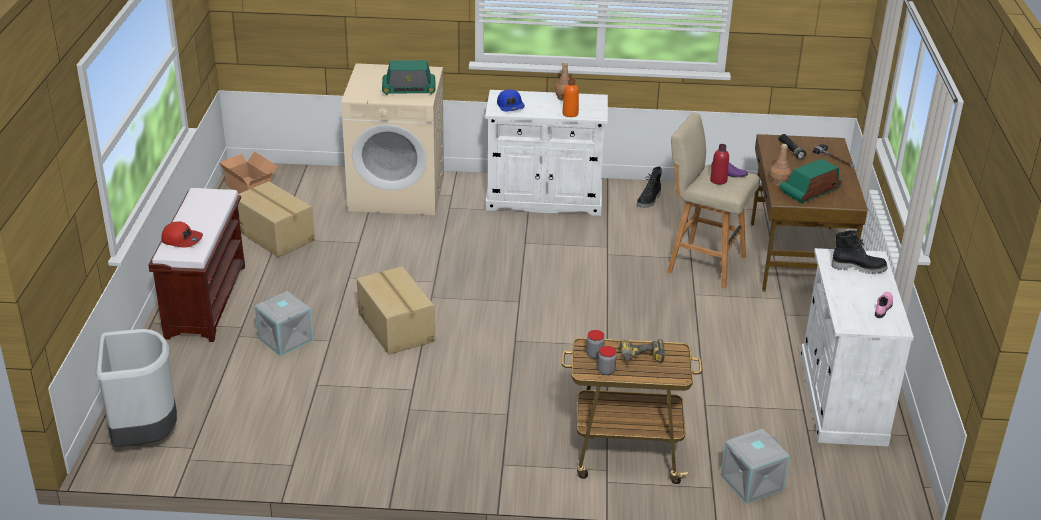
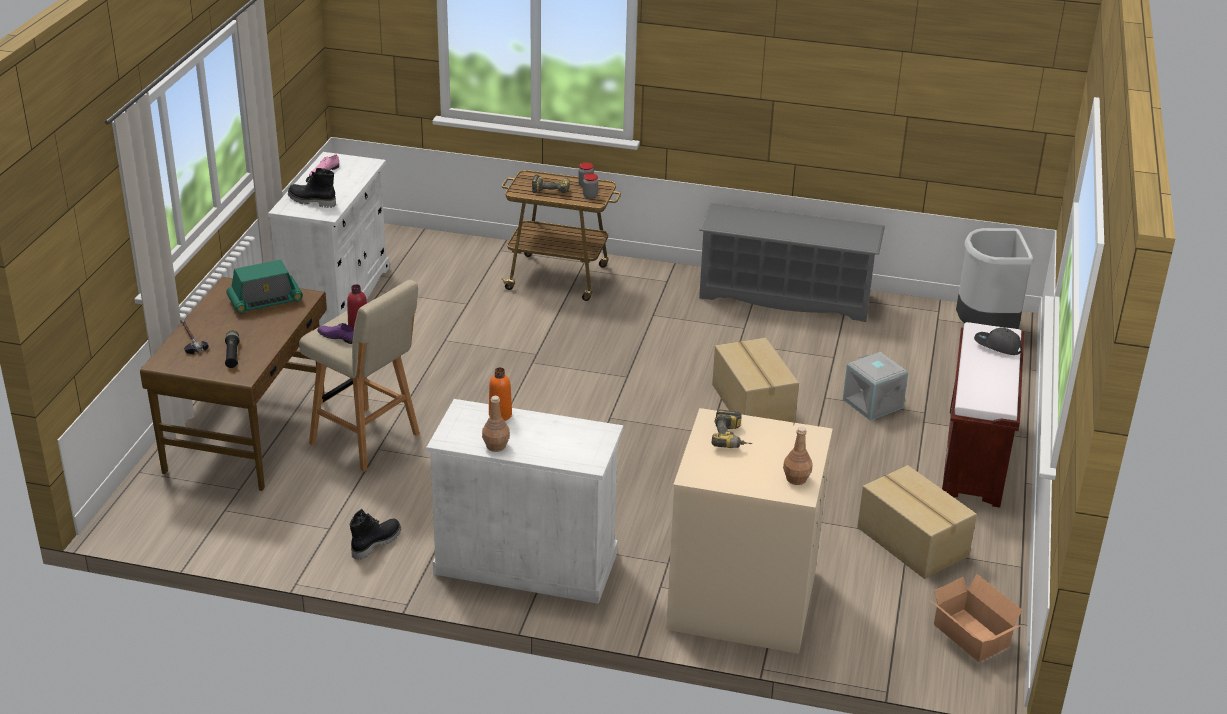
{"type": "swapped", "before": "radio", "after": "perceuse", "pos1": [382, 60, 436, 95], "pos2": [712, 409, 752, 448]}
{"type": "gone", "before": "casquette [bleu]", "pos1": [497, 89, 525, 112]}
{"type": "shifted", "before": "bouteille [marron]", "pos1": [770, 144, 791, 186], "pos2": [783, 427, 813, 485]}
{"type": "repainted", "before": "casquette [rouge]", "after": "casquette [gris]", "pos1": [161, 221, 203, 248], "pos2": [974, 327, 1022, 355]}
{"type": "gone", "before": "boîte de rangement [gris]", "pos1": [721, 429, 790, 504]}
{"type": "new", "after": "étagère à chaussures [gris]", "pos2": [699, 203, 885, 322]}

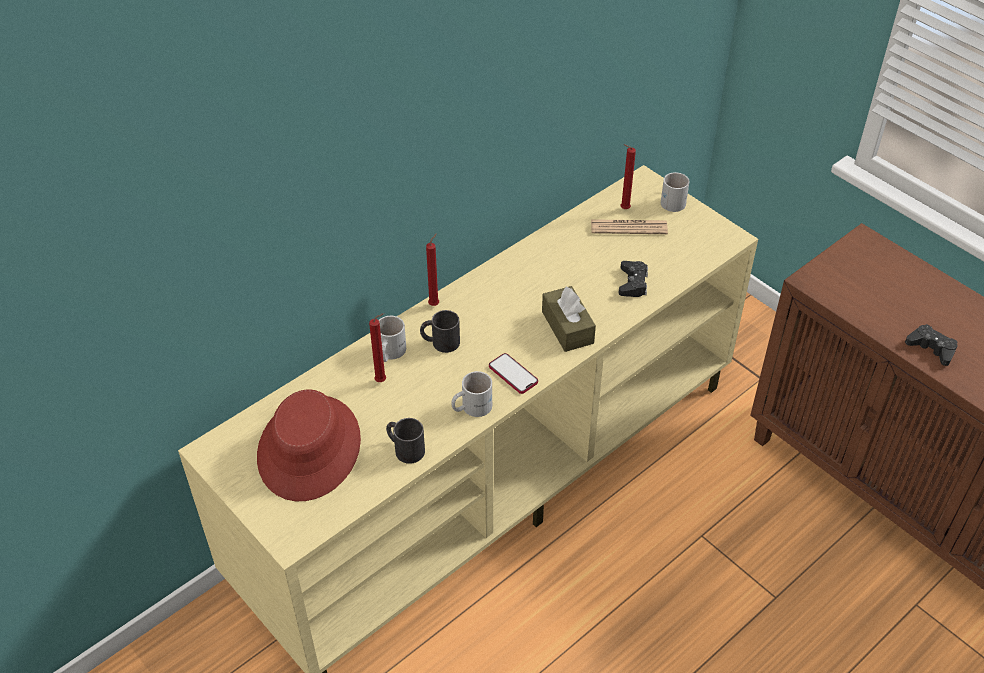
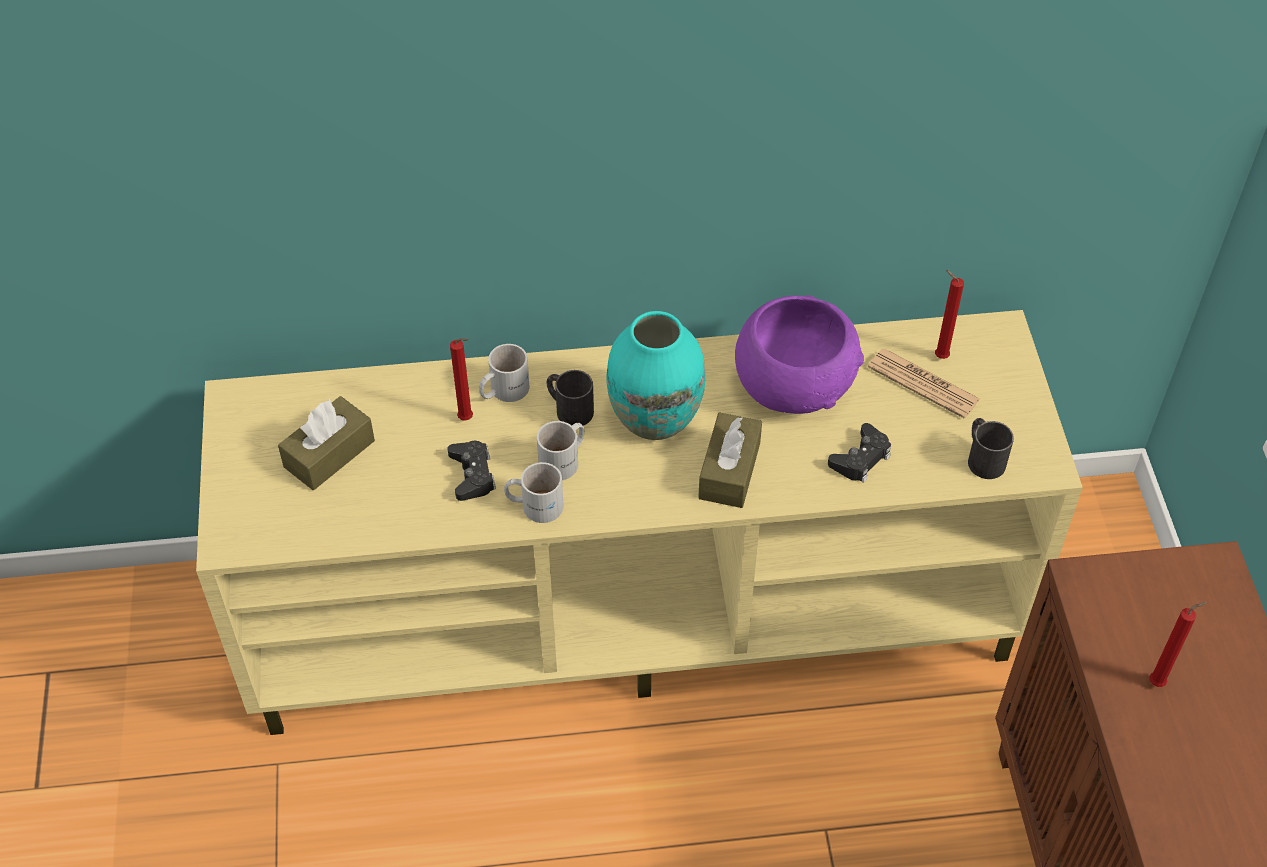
{"type": "shifted", "before": "mug [blanc]", "pos1": [661, 172, 690, 212], "pos2": [537, 421, 584, 480]}
{"type": "shifted", "before": "bougie [rouge]", "pos1": [426, 233, 439, 306], "pos2": [1149, 602, 1207, 687]}
{"type": "shifted", "before": "manette [noir]", "pos1": [905, 324, 958, 366], "pos2": [448, 441, 496, 501]}
{"type": "gone", "before": "téléphone", "pos1": [489, 353, 538, 394]}
{"type": "swapped", "before": "chapeau [rouge]", "after": "boîte à mouchoirs [marron]", "pos1": [257, 390, 361, 501], "pos2": [278, 396, 375, 490]}
{"type": "shifted", "before": "mug [noir]", "pos1": [386, 418, 425, 464], "pos2": [968, 418, 1014, 479]}
{"type": "new", "after": "bol [violet]", "pos2": [735, 295, 864, 414]}
{"type": "new", "after": "vase [turquoise]", "pos2": [606, 311, 705, 440]}

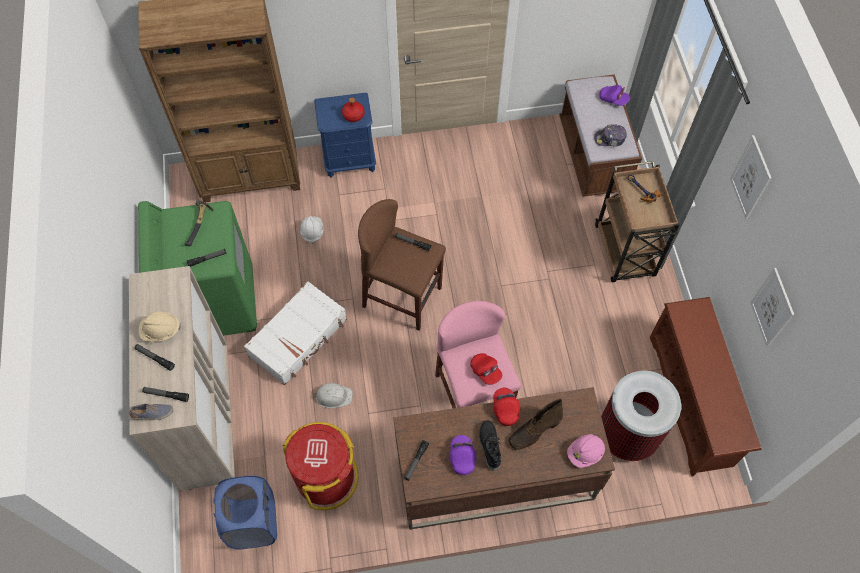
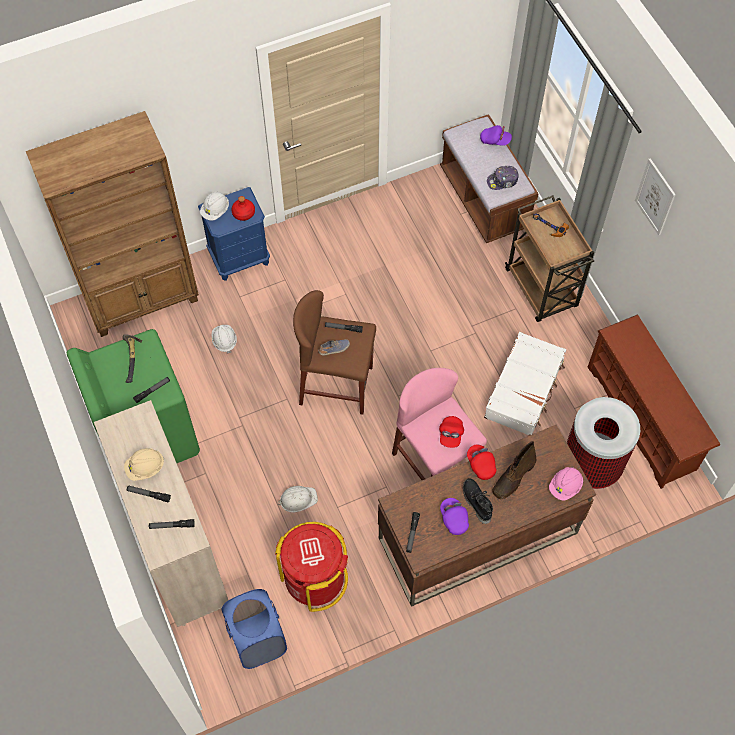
{"type": "gone", "before": "tableau", "pos1": [750, 268, 794, 347]}
{"type": "shifted", "before": "valise [blanc]", "pos1": [244, 281, 347, 385], "pos2": [484, 332, 566, 436]}
{"type": "rotated", "before": "casquette [rouge]", "pos1": [470, 353, 502, 385], "pos2": [439, 416, 464, 448], "turn": 60}
{"type": "shifted", "before": "chaussure", "pos1": [129, 404, 173, 420], "pos2": [318, 339, 350, 355]}
{"type": "new", "after": "casque de chantier [blanc]", "pos2": [200, 191, 229, 221]}

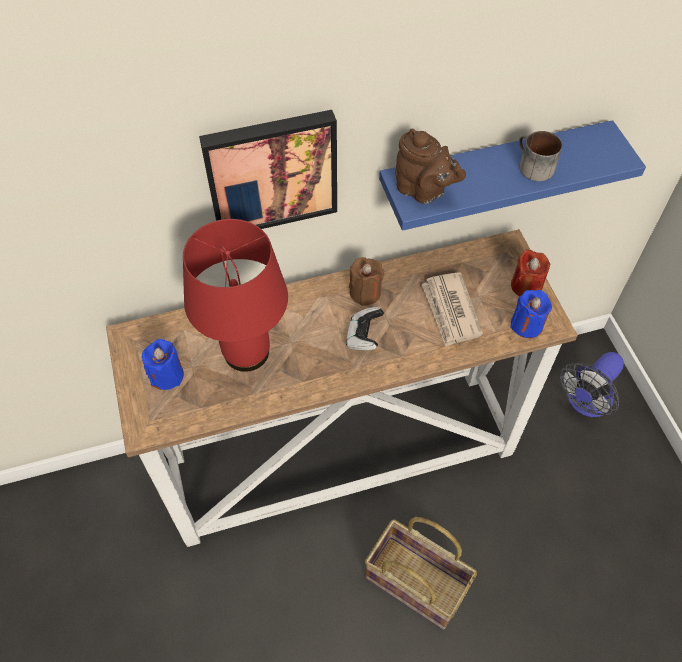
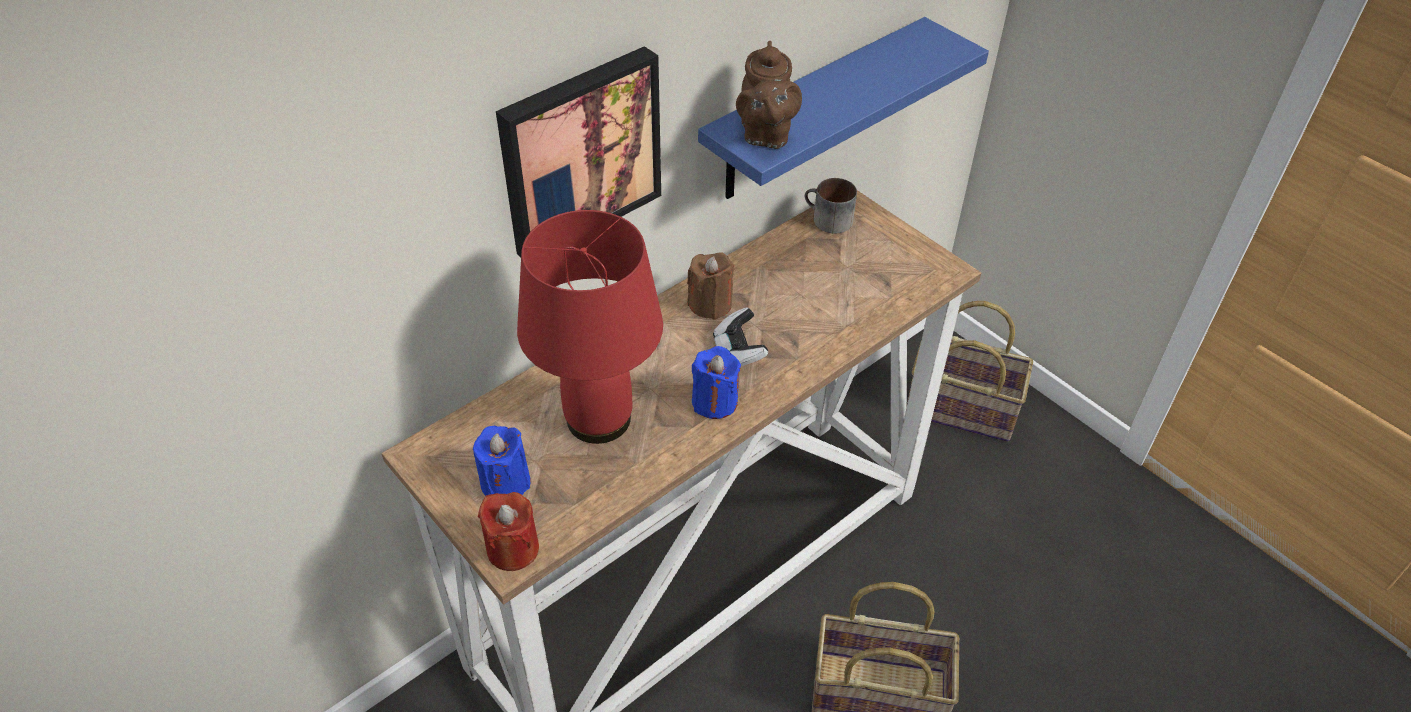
{"type": "rotated", "before": "théière [marron]", "pos1": [395, 128, 466, 204], "pos2": [736, 41, 802, 149], "turn": 75}
{"type": "shifted", "before": "mug", "pos1": [519, 131, 562, 181], "pos2": [805, 178, 857, 233]}
{"type": "shifted", "before": "bougie [rouge]", "pos1": [511, 249, 550, 296], "pos2": [478, 492, 539, 571]}
{"type": "gone", "before": "journal", "pos1": [422, 272, 483, 346]}
{"type": "shifted", "before": "bougie [bleu]", "pos1": [510, 290, 552, 338], "pos2": [692, 346, 741, 419]}
{"type": "swapped", "before": "ventilateur", "after": "panier", "pos1": [560, 352, 624, 417], "pos2": [907, 301, 1033, 442]}

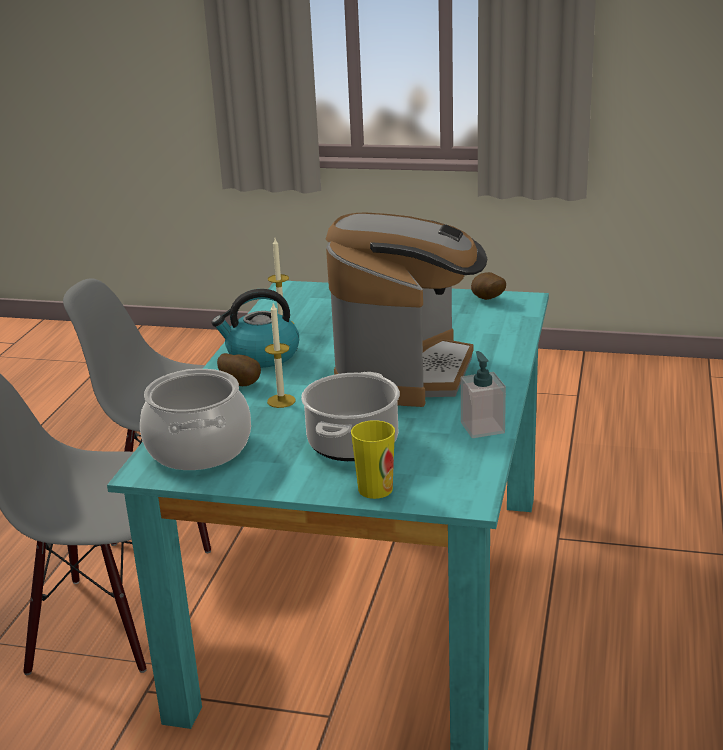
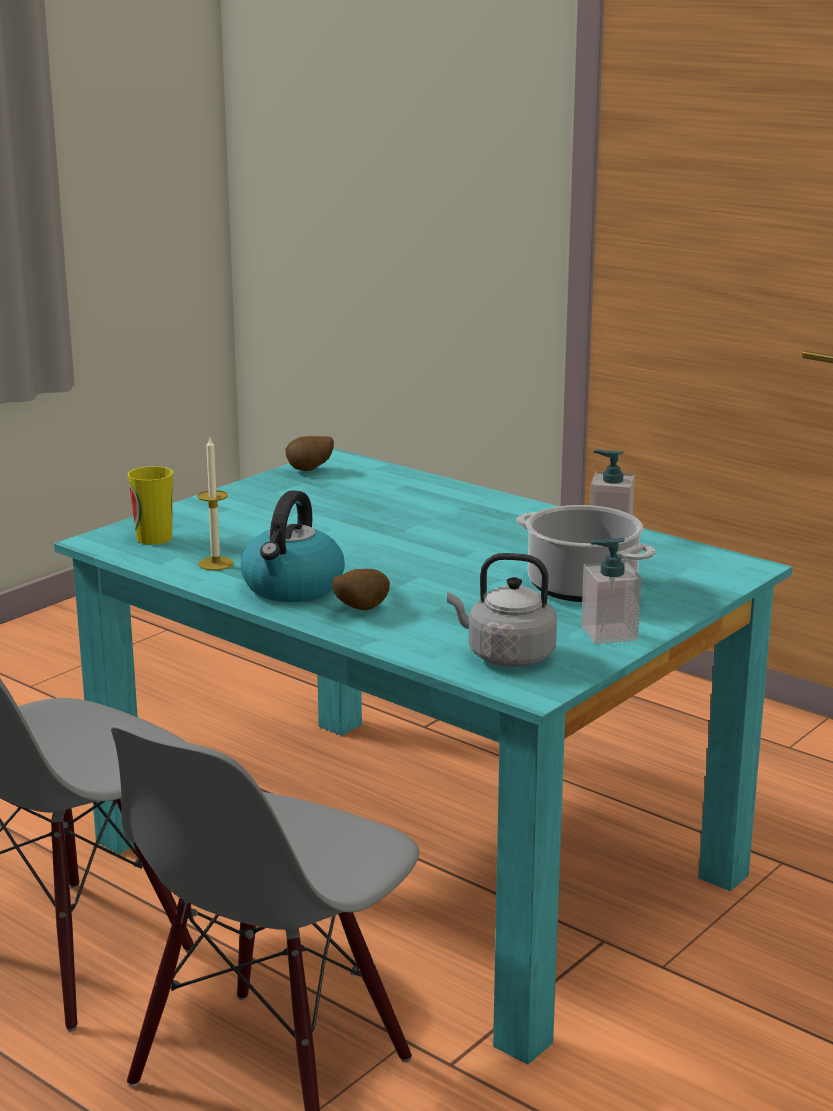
{"type": "gone", "before": "machine à café", "pos1": [326, 213, 488, 407]}
{"type": "gone", "before": "bougie", "pos1": [265, 303, 296, 408]}
{"type": "swapped", "before": "marmite", "after": "bouilloire [gris]", "pos1": [140, 369, 251, 470], "pos2": [447, 553, 557, 667]}
{"type": "shifted", "before": "tasse", "pos1": [351, 420, 395, 499], "pos2": [128, 466, 173, 545]}
{"type": "new", "after": "distributeur de savon", "pos2": [581, 538, 642, 644]}

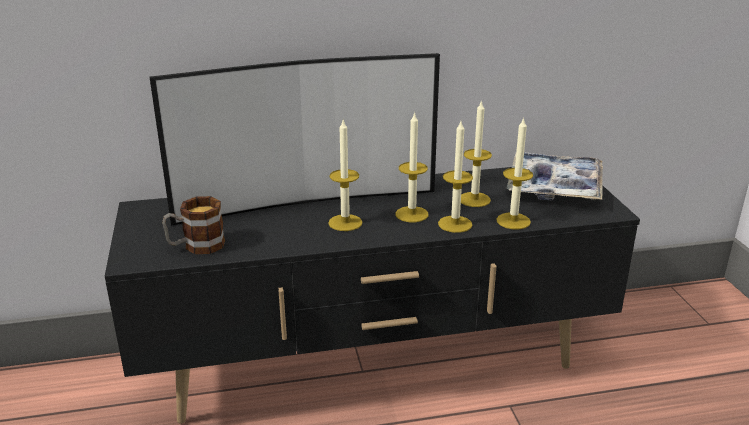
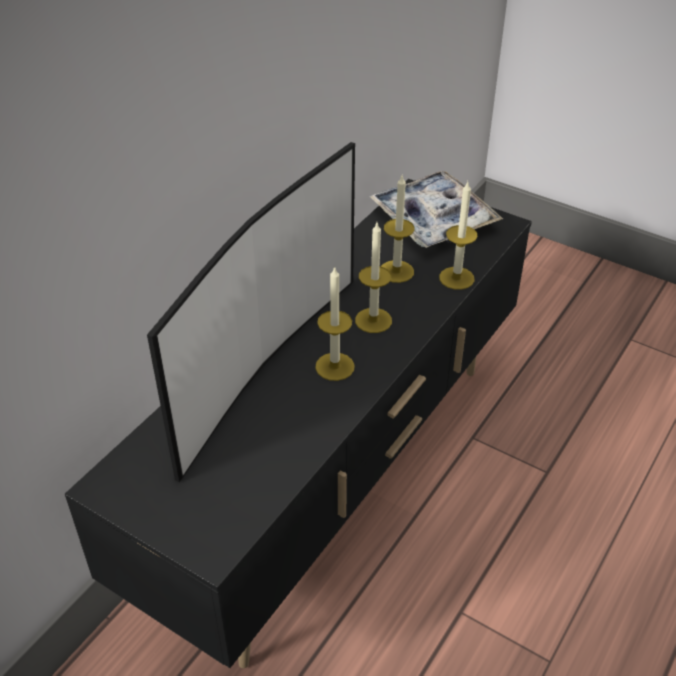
{"type": "gone", "before": "bougie", "pos1": [438, 121, 473, 233]}
{"type": "gone", "before": "mug", "pos1": [162, 196, 225, 254]}

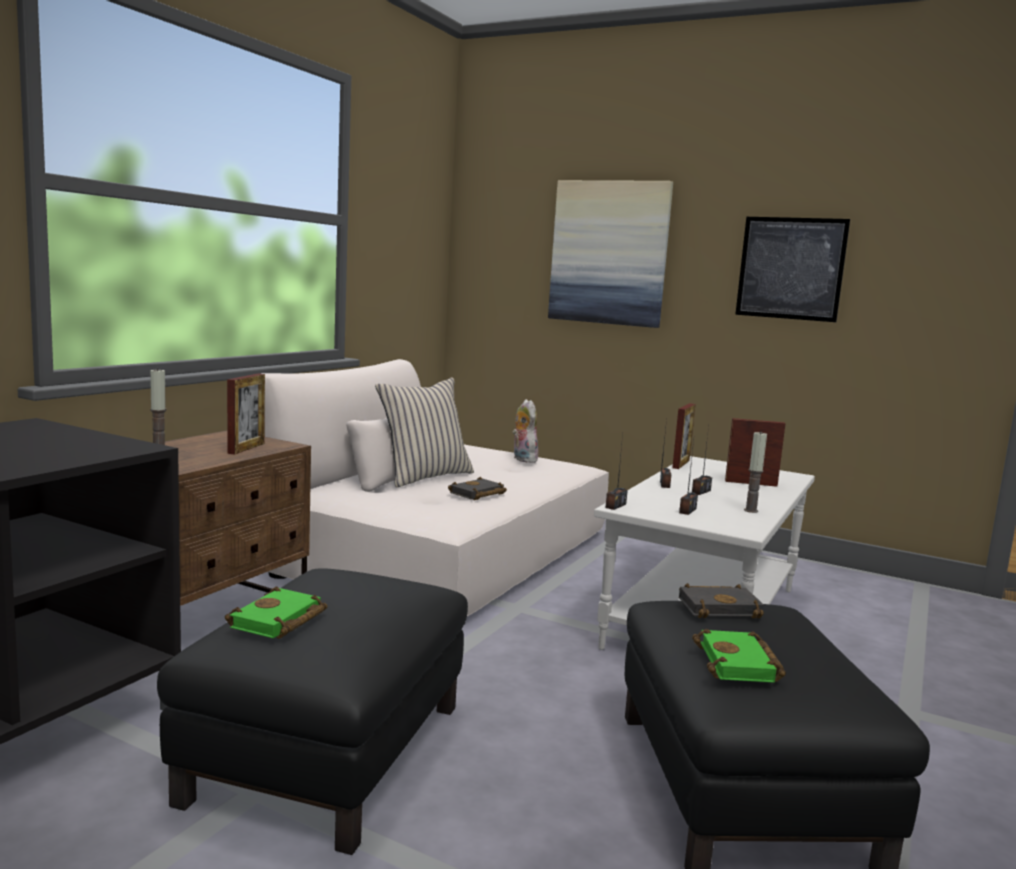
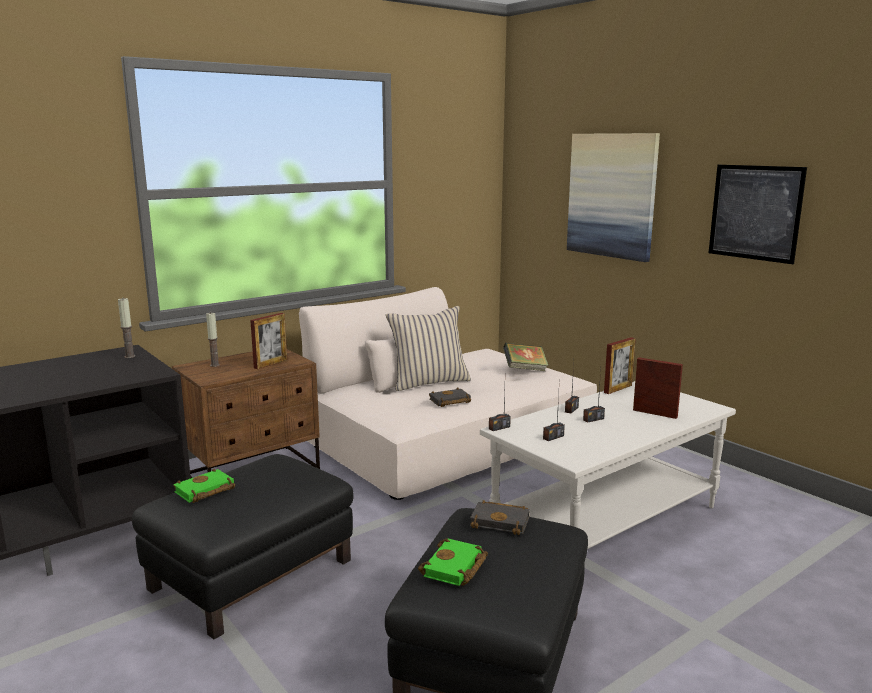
{"type": "swapped", "before": "peluche", "after": "livre", "pos1": [512, 399, 538, 463], "pos2": [503, 343, 549, 371]}
{"type": "shifted", "before": "bougie", "pos1": [744, 432, 767, 513], "pos2": [118, 298, 135, 358]}

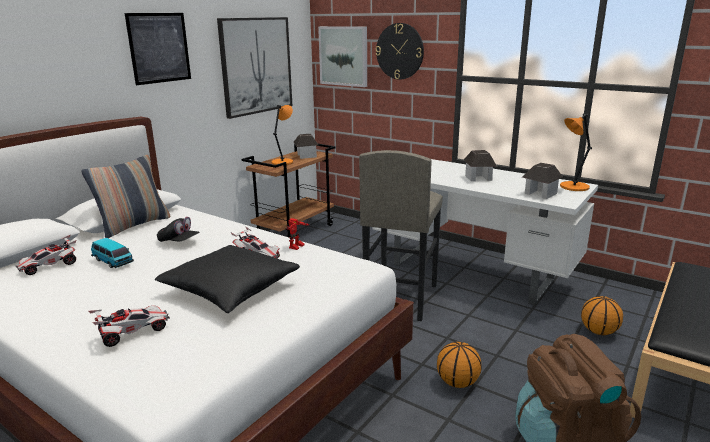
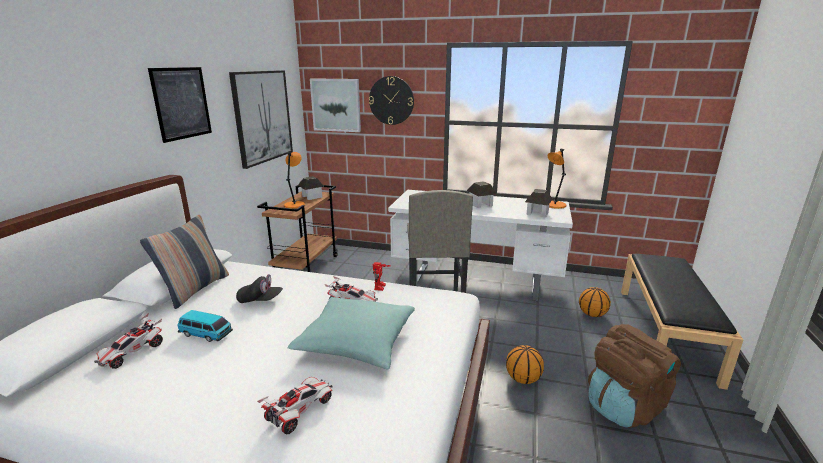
{"type": "repainted", "before": "coussin [noir]", "after": "coussin [turquoise]", "pos1": [155, 245, 300, 313], "pos2": [287, 297, 415, 369]}

